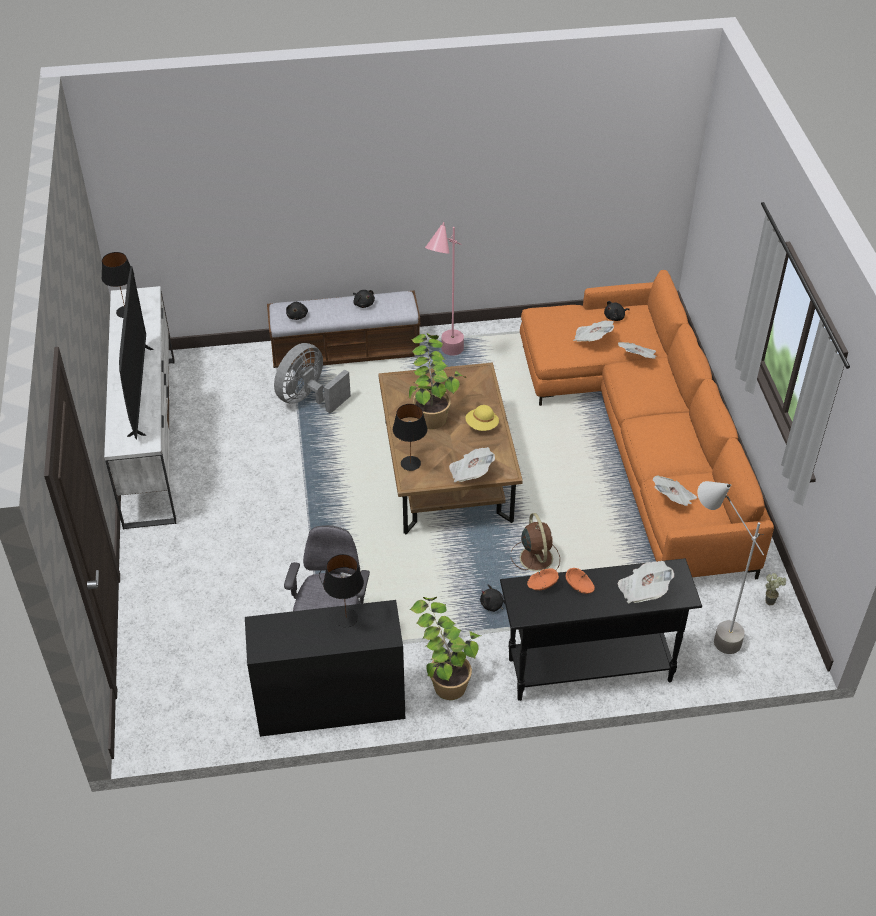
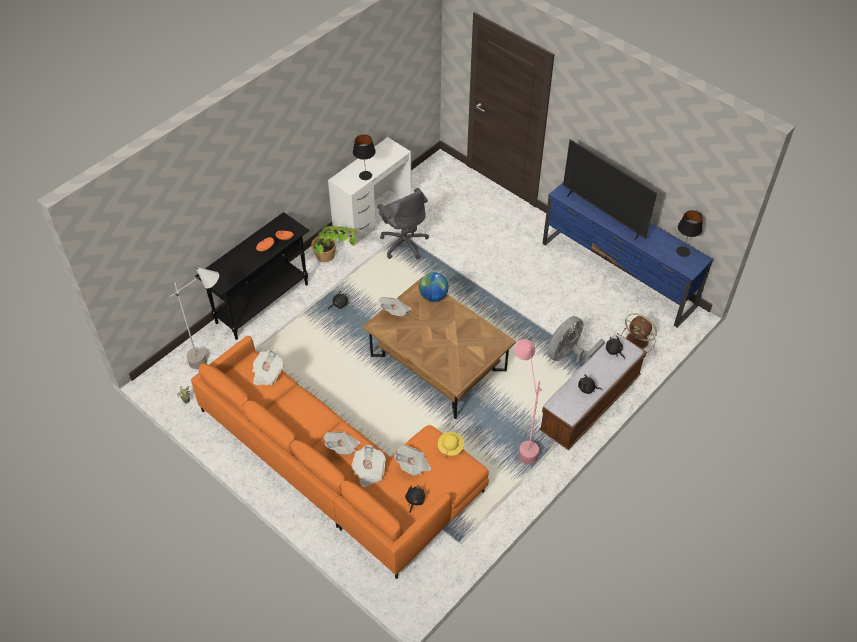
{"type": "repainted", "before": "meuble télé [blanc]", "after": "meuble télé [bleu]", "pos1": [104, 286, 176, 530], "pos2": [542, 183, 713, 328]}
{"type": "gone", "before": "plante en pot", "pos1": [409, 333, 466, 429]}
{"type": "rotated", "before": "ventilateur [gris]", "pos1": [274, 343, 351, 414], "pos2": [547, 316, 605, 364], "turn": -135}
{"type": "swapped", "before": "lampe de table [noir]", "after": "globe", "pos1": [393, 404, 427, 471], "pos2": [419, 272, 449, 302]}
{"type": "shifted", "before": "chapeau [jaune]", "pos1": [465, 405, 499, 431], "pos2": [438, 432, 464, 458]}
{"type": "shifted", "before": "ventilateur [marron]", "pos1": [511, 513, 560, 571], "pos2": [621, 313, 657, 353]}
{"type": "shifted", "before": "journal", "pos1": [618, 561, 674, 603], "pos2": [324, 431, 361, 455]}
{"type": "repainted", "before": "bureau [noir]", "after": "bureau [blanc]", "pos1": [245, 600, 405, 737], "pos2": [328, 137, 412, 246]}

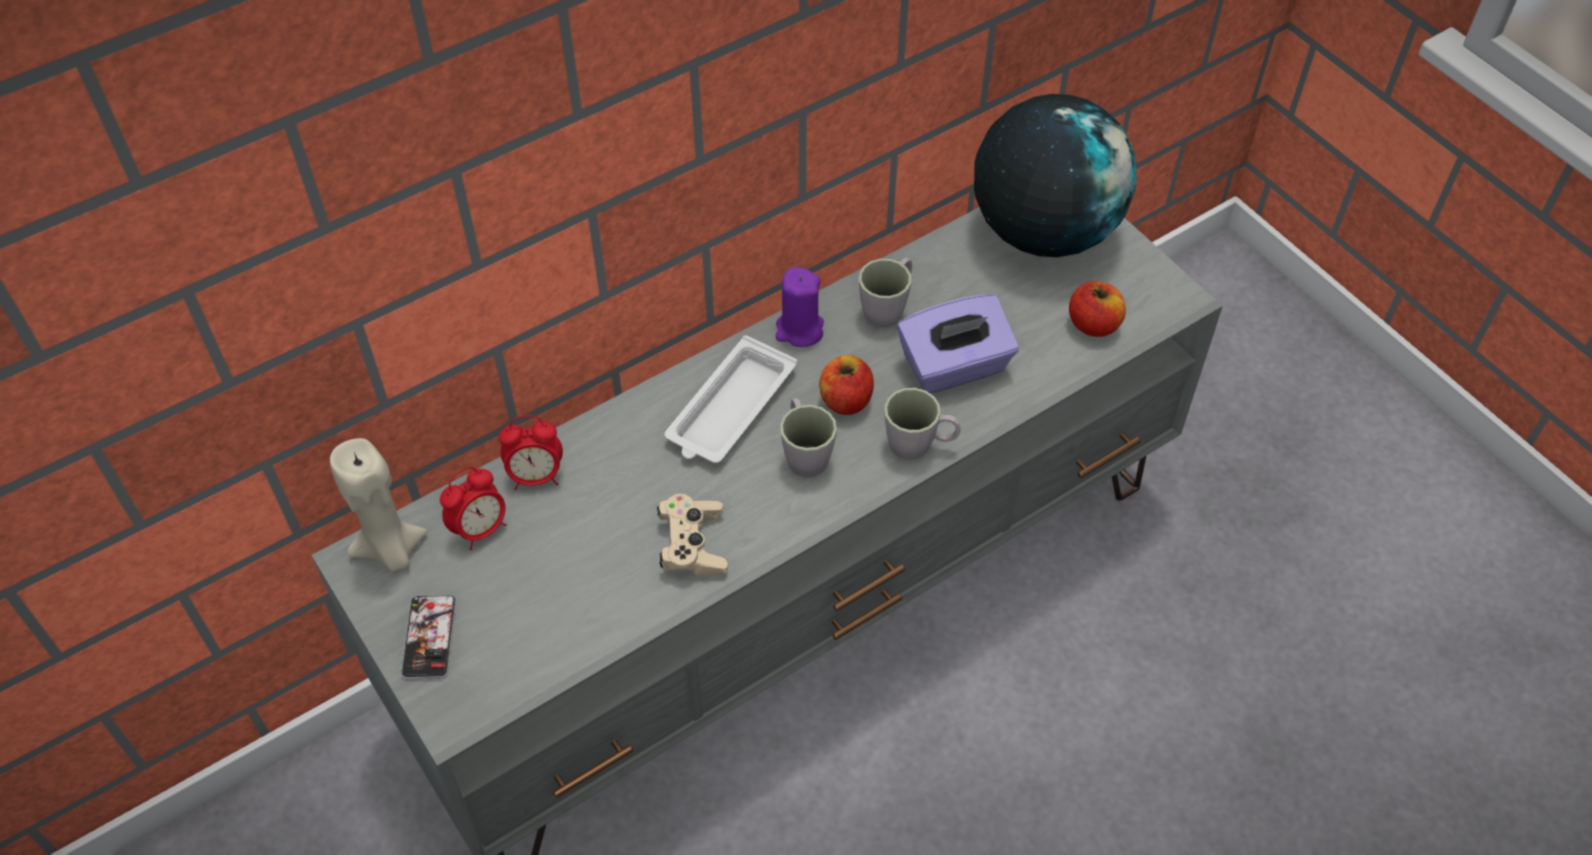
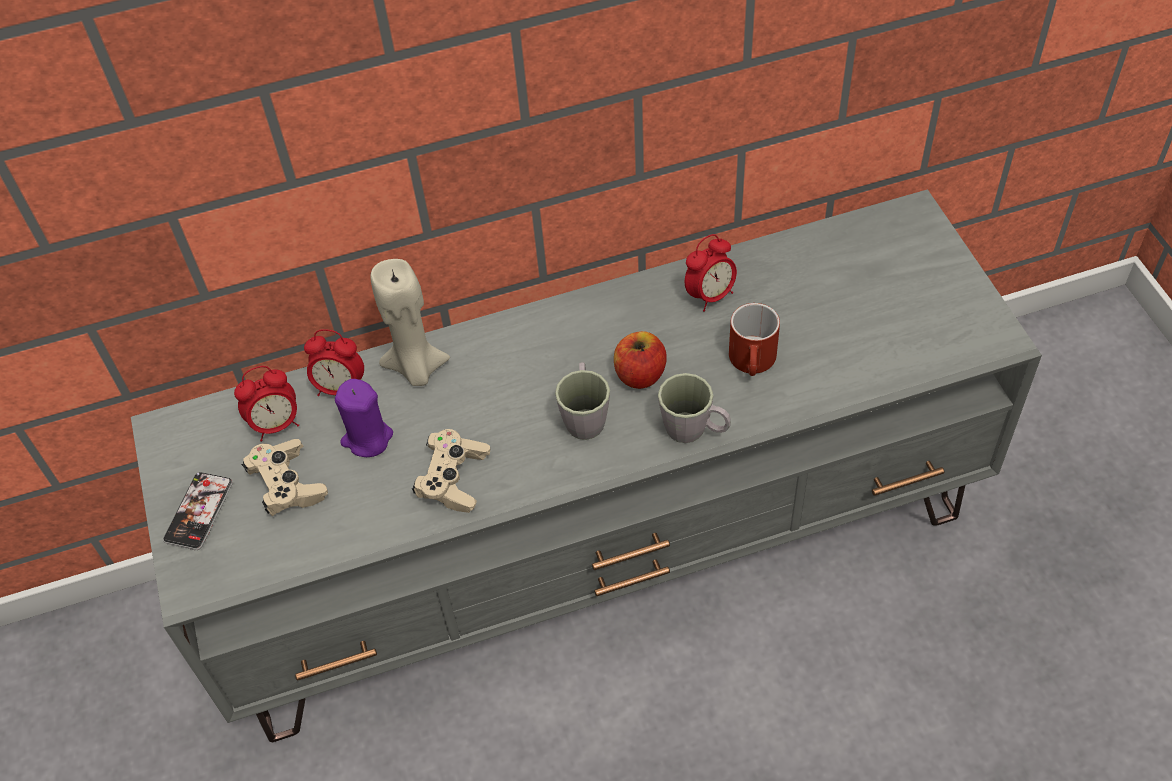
{"type": "gone", "before": "globe", "pos1": [974, 94, 1137, 257]}
{"type": "swapped", "before": "mug [gris]", "after": "réveil", "pos1": [859, 258, 912, 328], "pos2": [685, 234, 737, 312]}
{"type": "shifted", "before": "bougie [violet]", "pos1": [776, 267, 824, 347], "pos2": [335, 379, 393, 457]}
{"type": "gone", "before": "pomme", "pos1": [1069, 281, 1126, 337]}
{"type": "swapped", "before": "boîte à mouchoirs [violet]", "after": "mug [rouge]", "pos1": [897, 294, 1019, 393], "pos2": [729, 303, 780, 376]}
{"type": "gone", "before": "plateau [blanc]", "pos1": [665, 335, 797, 464]}
{"type": "shifted", "before": "bougie [beige]", "pos1": [330, 438, 427, 572], "pos2": [370, 259, 450, 386]}
{"type": "new", "after": "manette [beige]", "pos2": [241, 439, 328, 516]}

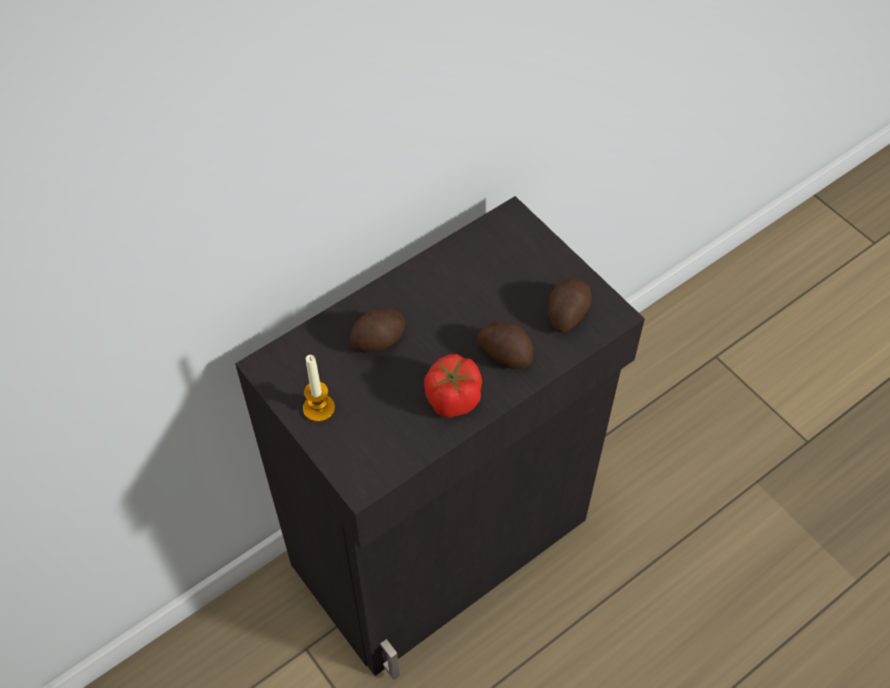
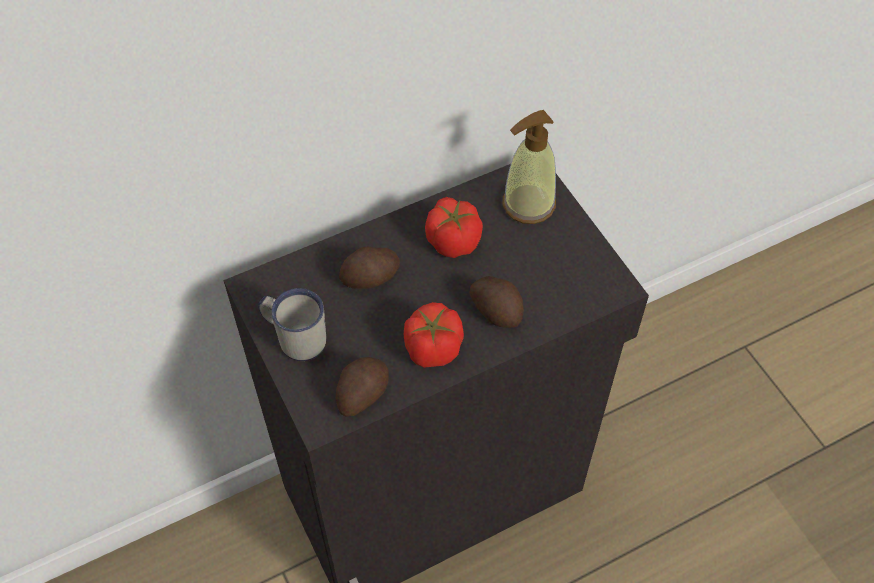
{"type": "shifted", "before": "pomme de terre", "pos1": [549, 279, 591, 333], "pos2": [336, 357, 389, 417]}
{"type": "swapped", "before": "bougie", "after": "mug [blanc]", "pos1": [303, 355, 335, 422], "pos2": [258, 288, 326, 361]}
{"type": "new", "after": "distributeur de savon", "pos2": [502, 110, 556, 224]}
{"type": "new", "after": "tomate", "pos2": [425, 197, 483, 258]}

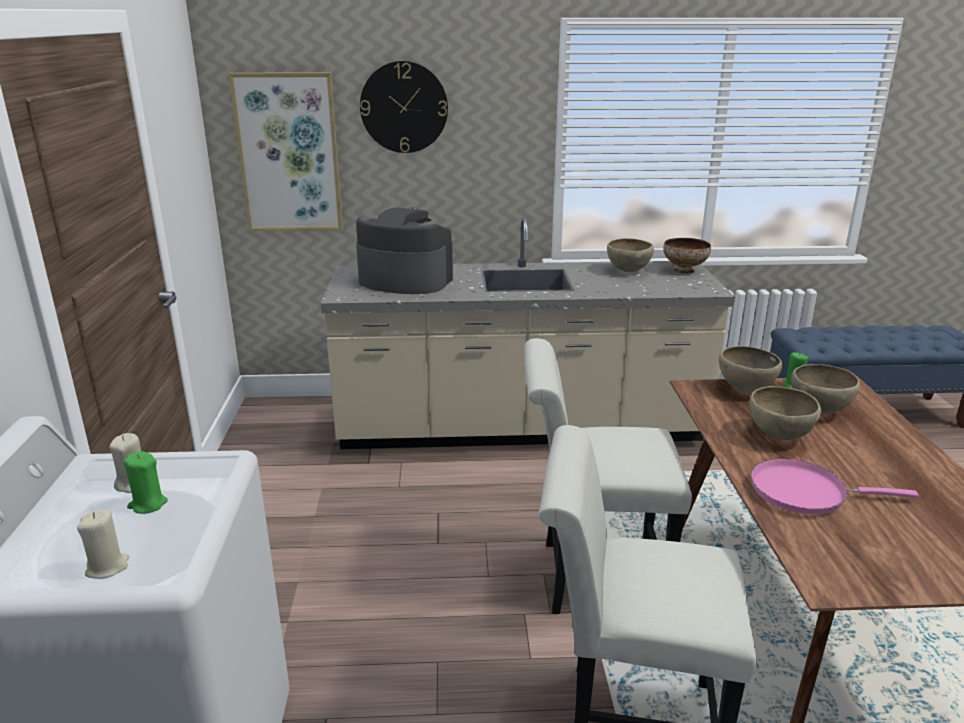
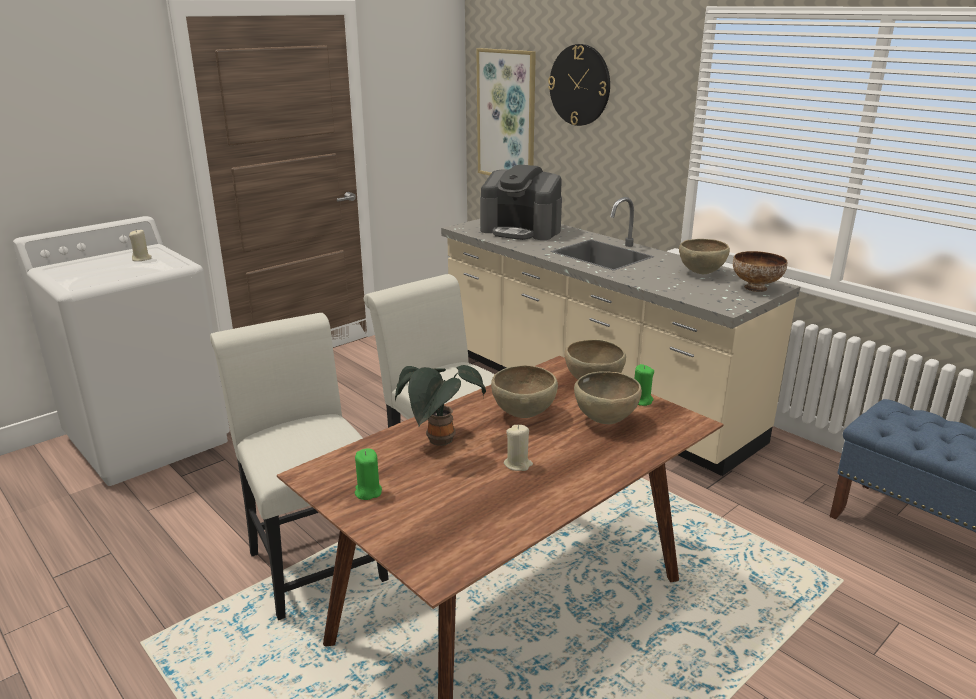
{"type": "rotated", "before": "machine à café", "pos1": [356, 208, 453, 294], "pos2": [480, 164, 562, 240], "turn": 135}
{"type": "shifted", "before": "bougie [vert]", "pos1": [124, 451, 168, 514], "pos2": [355, 448, 382, 500]}
{"type": "swapped", "before": "poêle [rose]", "after": "plante en pot", "pos1": [751, 459, 919, 514], "pos2": [395, 365, 486, 446]}
{"type": "shifted", "before": "bougie [beige]", "pos1": [77, 510, 129, 579], "pos2": [504, 425, 533, 471]}

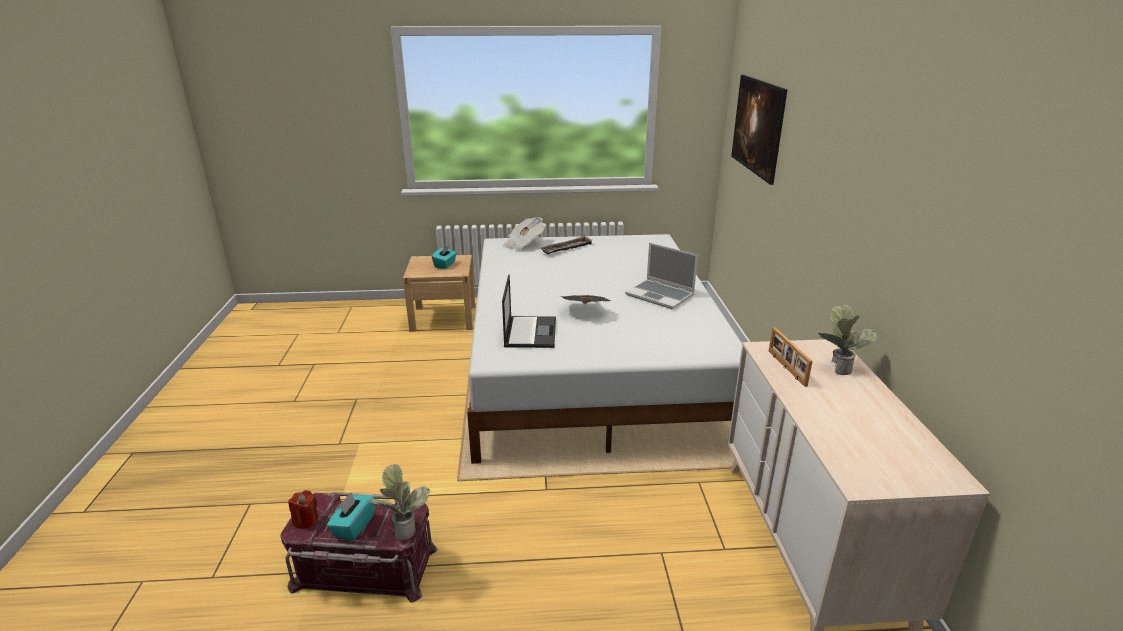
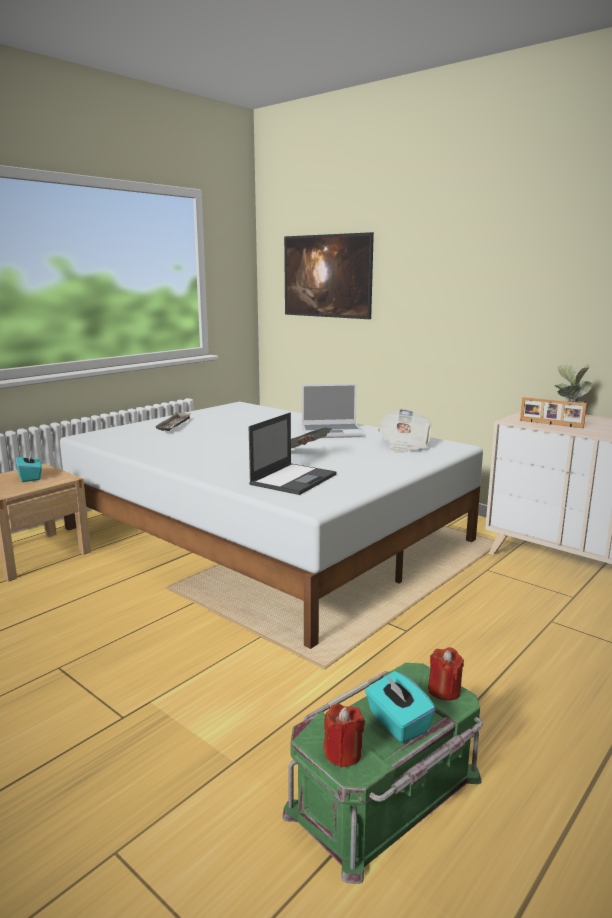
{"type": "shifted", "before": "journal", "pos1": [503, 217, 545, 249], "pos2": [378, 409, 432, 453]}
{"type": "rotated", "before": "ordinateur portable", "pos1": [502, 275, 556, 348], "pos2": [249, 412, 336, 495], "turn": 75}
{"type": "swapped", "before": "plante en pot", "after": "bougie [rouge]", "pos1": [370, 464, 431, 540], "pos2": [428, 647, 464, 701]}
{"type": "repainted", "before": "boîte de rangement [rouge]", "after": "boîte de rangement [vert]", "pos1": [280, 492, 438, 603], "pos2": [282, 663, 483, 884]}

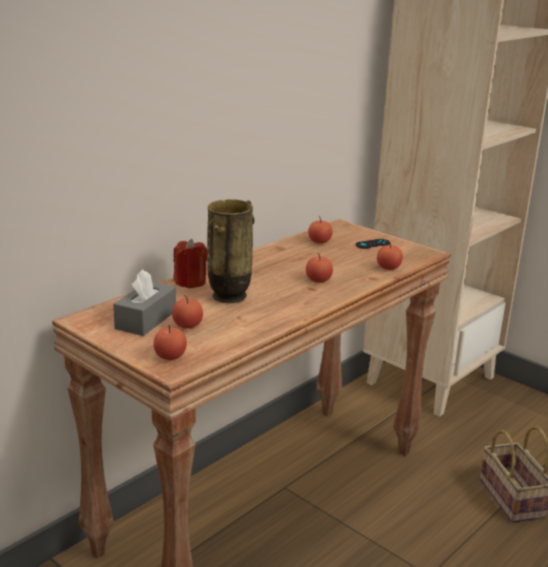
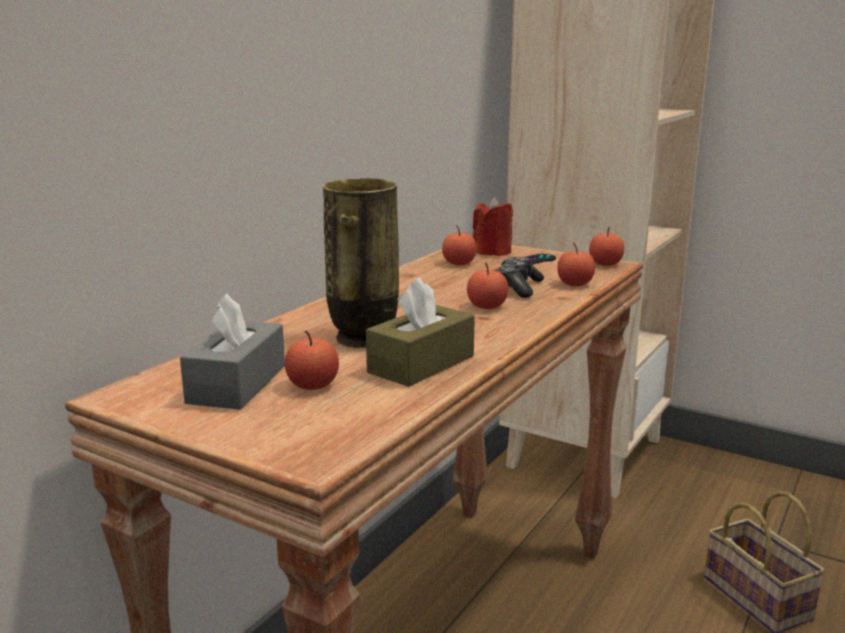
{"type": "shifted", "before": "bougie [rouge]", "pos1": [173, 239, 208, 288], "pos2": [473, 197, 513, 256]}
{"type": "shifted", "before": "pomme", "pos1": [153, 325, 187, 360], "pos2": [589, 227, 624, 266]}
{"type": "new", "after": "manette", "pos2": [494, 257, 544, 298]}
{"type": "new", "after": "boîte à mouchoirs [marron]", "pos2": [366, 278, 475, 387]}

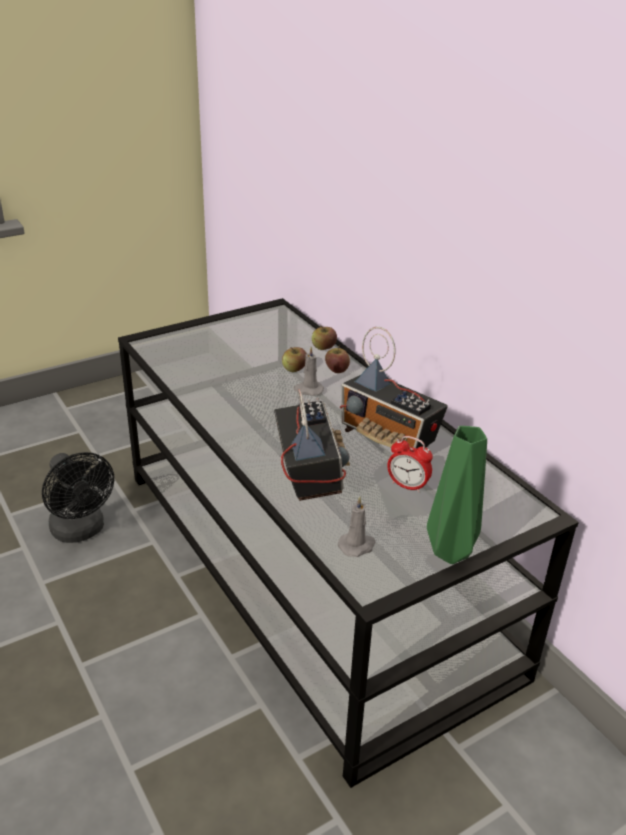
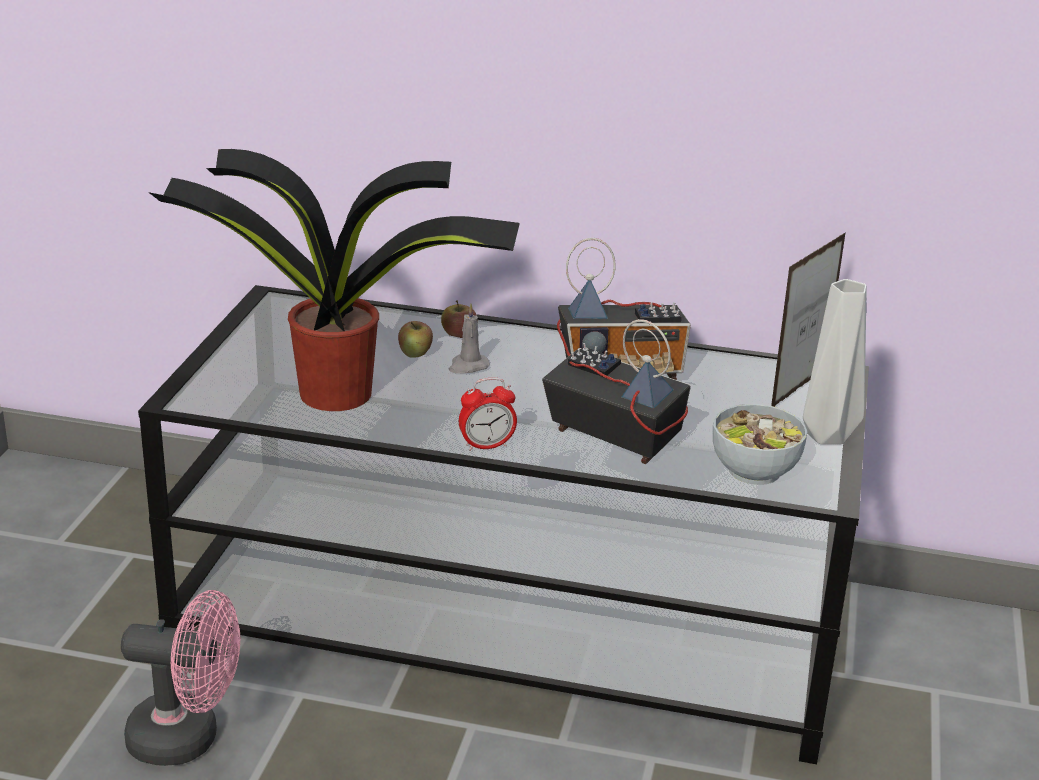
{"type": "gone", "before": "pomme", "pos1": [312, 325, 337, 350]}
{"type": "repainted", "before": "vase [vert]", "after": "vase [gris]", "pos1": [427, 426, 487, 564], "pos2": [803, 279, 866, 445]}
{"type": "shifted", "before": "réveil", "pos1": [387, 436, 433, 493], "pos2": [459, 378, 517, 451]}
{"type": "repainted", "before": "ventilateur [noir]", "after": "ventilateur [rose]", "pos1": [42, 452, 114, 543], "pos2": [121, 590, 240, 766]}
{"type": "swapped", "before": "bougie [gris]", "after": "bol", "pos1": [338, 496, 376, 557], "pos2": [713, 404, 807, 485]}
{"type": "new", "after": "plante en pot", "pos2": [148, 149, 520, 411]}
{"type": "new", "after": "cadre photo", "pos2": [771, 232, 846, 407]}

